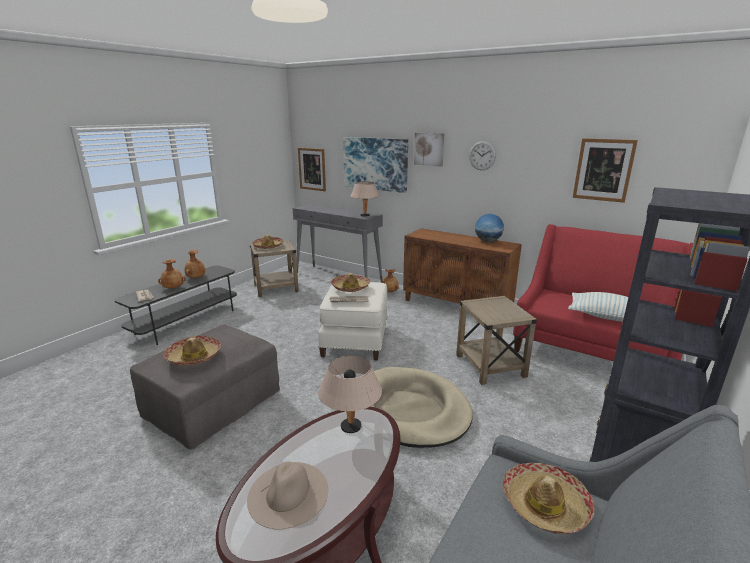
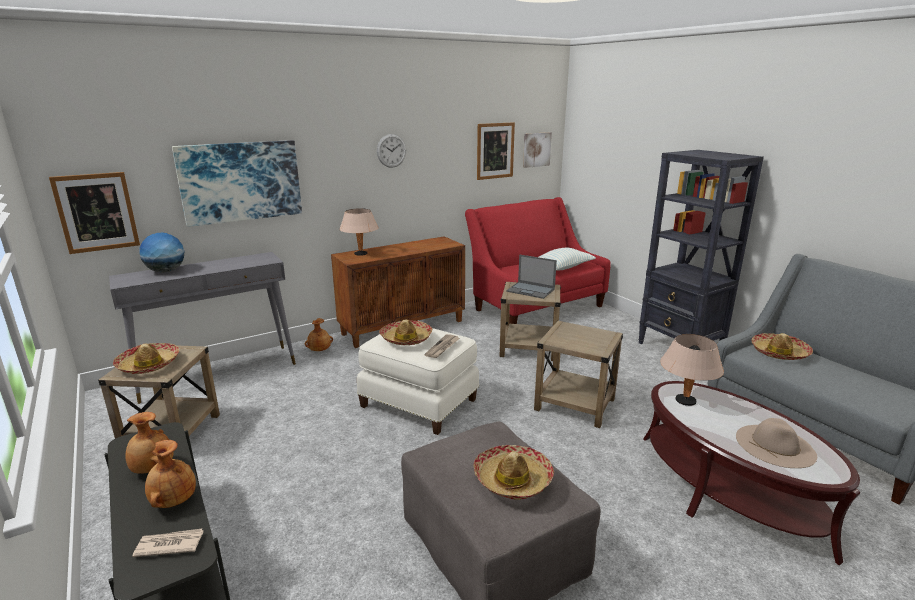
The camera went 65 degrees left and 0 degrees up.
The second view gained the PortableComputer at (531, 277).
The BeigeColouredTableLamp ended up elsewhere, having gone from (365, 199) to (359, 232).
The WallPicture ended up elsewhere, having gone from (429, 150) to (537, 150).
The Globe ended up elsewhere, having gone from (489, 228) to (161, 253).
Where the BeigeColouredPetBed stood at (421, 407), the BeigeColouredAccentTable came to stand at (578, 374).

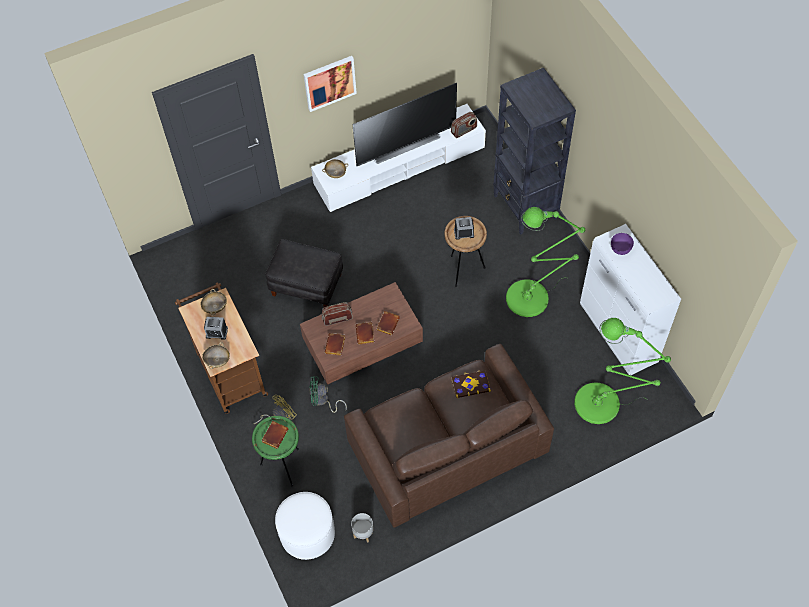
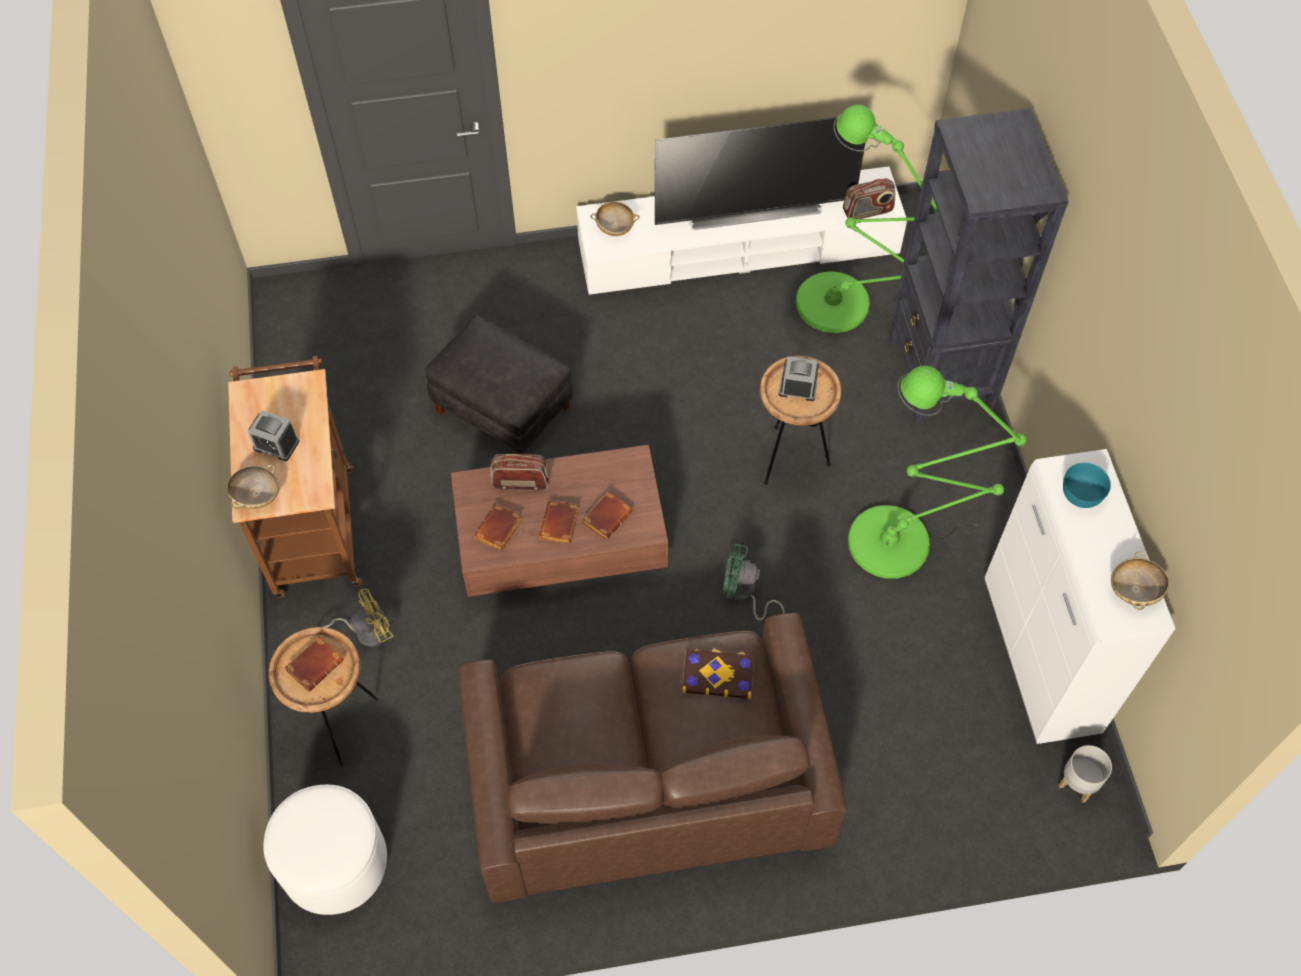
The camera went 15 degrees right and 0 degrees up.
The second view lost the WallPicture at (330, 84).
The BeigeColouredBowl ended up elsewhere, having gone from (214, 302) to (1140, 580).
The GreenElectricFan ended up elsewhere, having gone from (328, 394) to (753, 582).
The GreyPlantPot ended up elsewhere, having gone from (362, 528) to (1085, 774).
The GreenFloorLamp ended up elsewhere, having gone from (622, 371) to (867, 219).
What was the GreenAccentTable at (275, 451) turned into the BrownColouredAccentTable at (323, 696).
What was the PurpleColouredBowl at (622, 244) turned into the TurquoiseColouredBowl at (1087, 485).

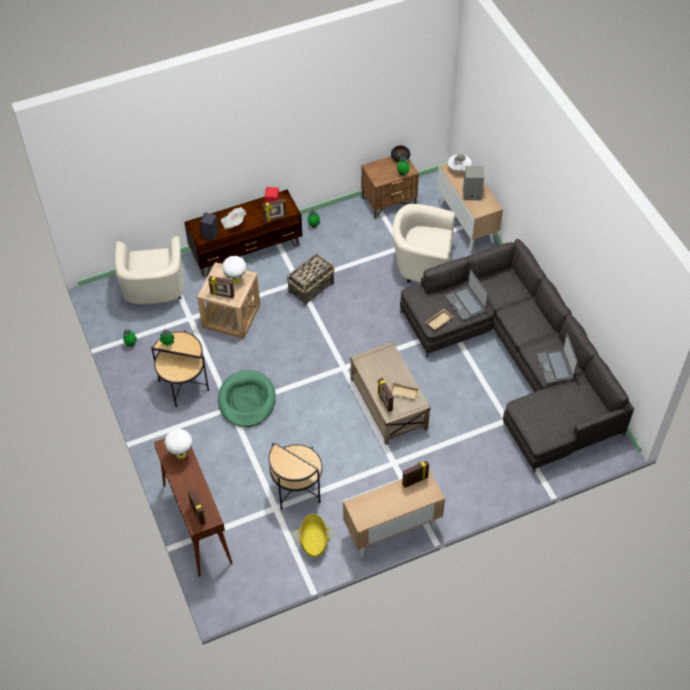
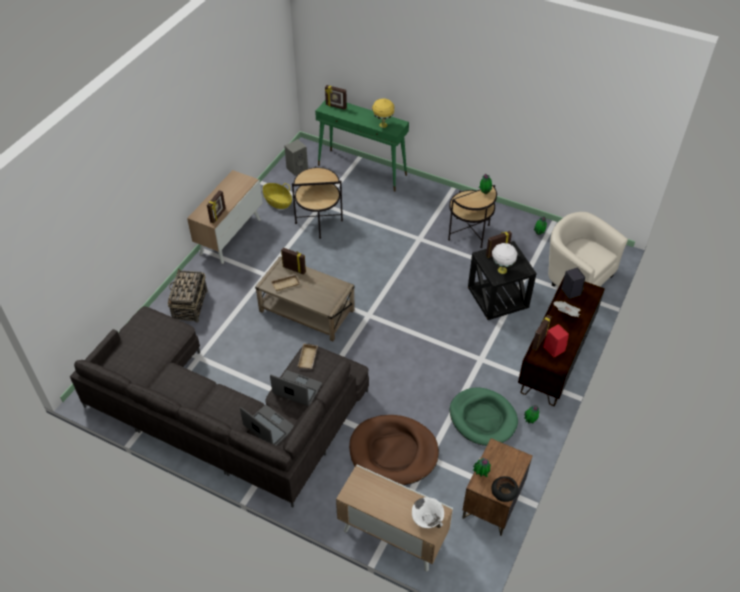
The camera went 140 degrees right and 5 degrees down.
The GreenPetBed ended up elsewhere, having gone from (247, 398) to (484, 417).
The Basket ended up elsewhere, having gone from (311, 279) to (188, 295).
The GreySpeaker ended up elsewhere, having gone from (473, 183) to (296, 157).
The PortableComputer ended up elsewhere, having gone from (557, 359) to (267, 425).
Where the BeigeColouredArmchair stood at (424, 243), the BrownColouredPetBed came to stand at (394, 450).
What was the BrownColouredNarrowTable at (193, 507) turned into the GreenNarrowTable at (362, 146).
What was the WhitishTableLamp at (178, 444) turned into the YellowTableLamp at (383, 113).
What was the BeigeColouredAccentTable at (228, 300) turned into the BlackishAccentTable at (502, 280).

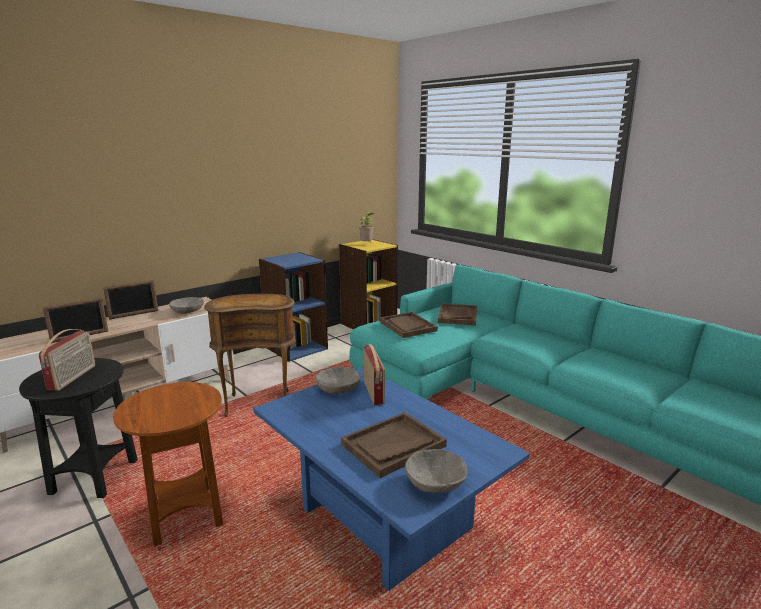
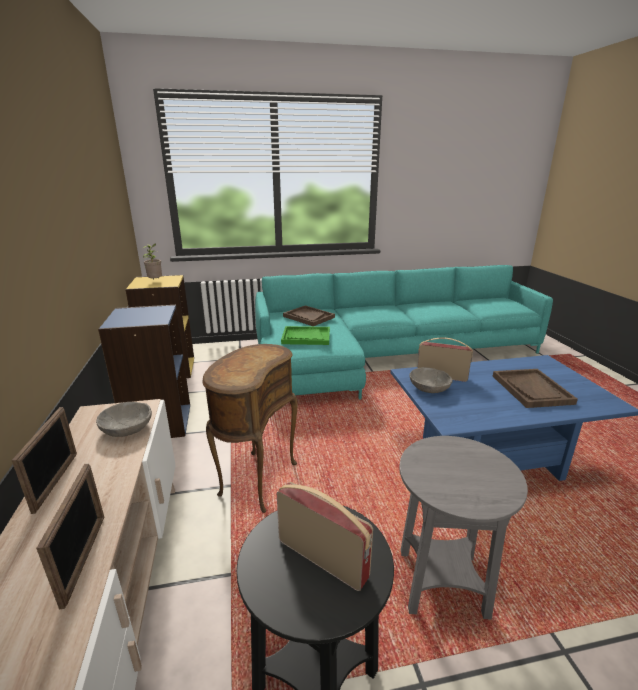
The camera went 60 degrees left and 5 degrees up.
The second view lost the GreyBowl at (436, 471).
What was the BrownColouredAccentTable at (168, 464) turned into the GreyAccentTable at (463, 527).
What was the BrownColouredServingTray at (409, 325) turned into the GreenServingTray at (305, 335).

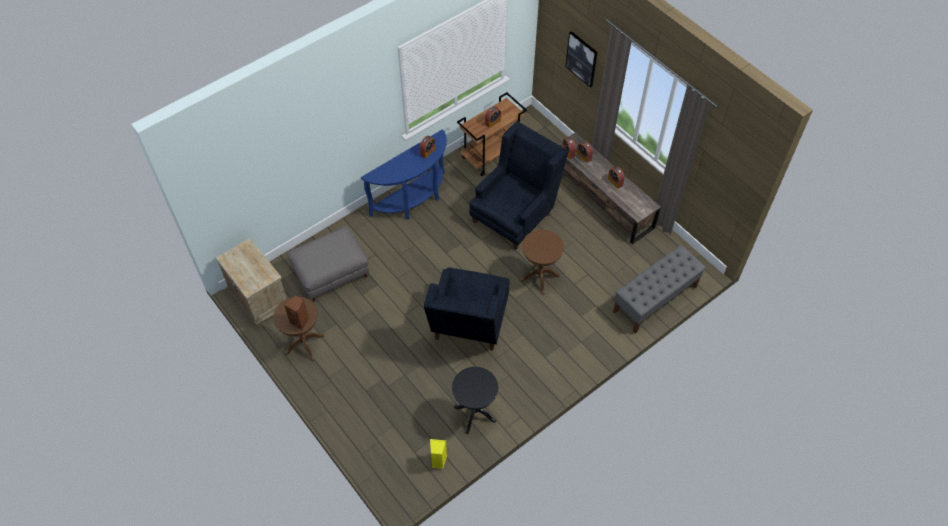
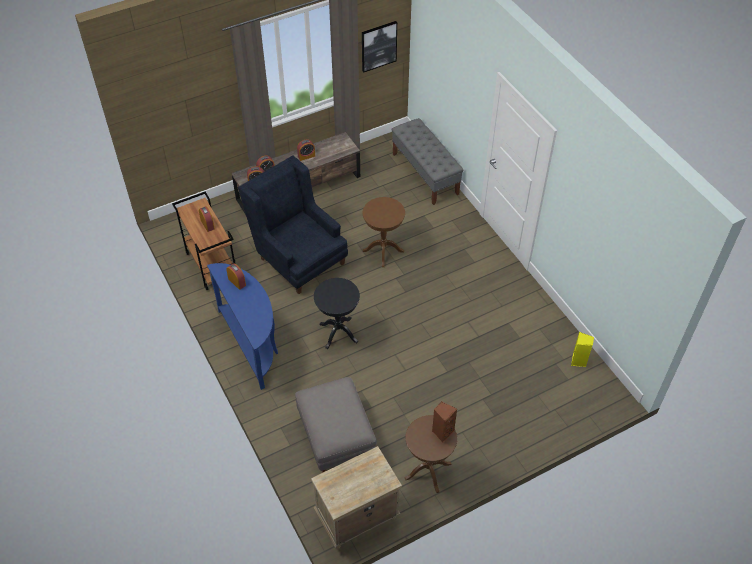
The camera went 80 degrees left and 5 degrees down.
The second view lost the BluishArmchair at (466, 309).
The BlackishAccentTable ended up elsewhere, having gone from (475, 400) to (337, 313).
The WallPicture ended up elsewhere, having gone from (581, 59) to (379, 46).

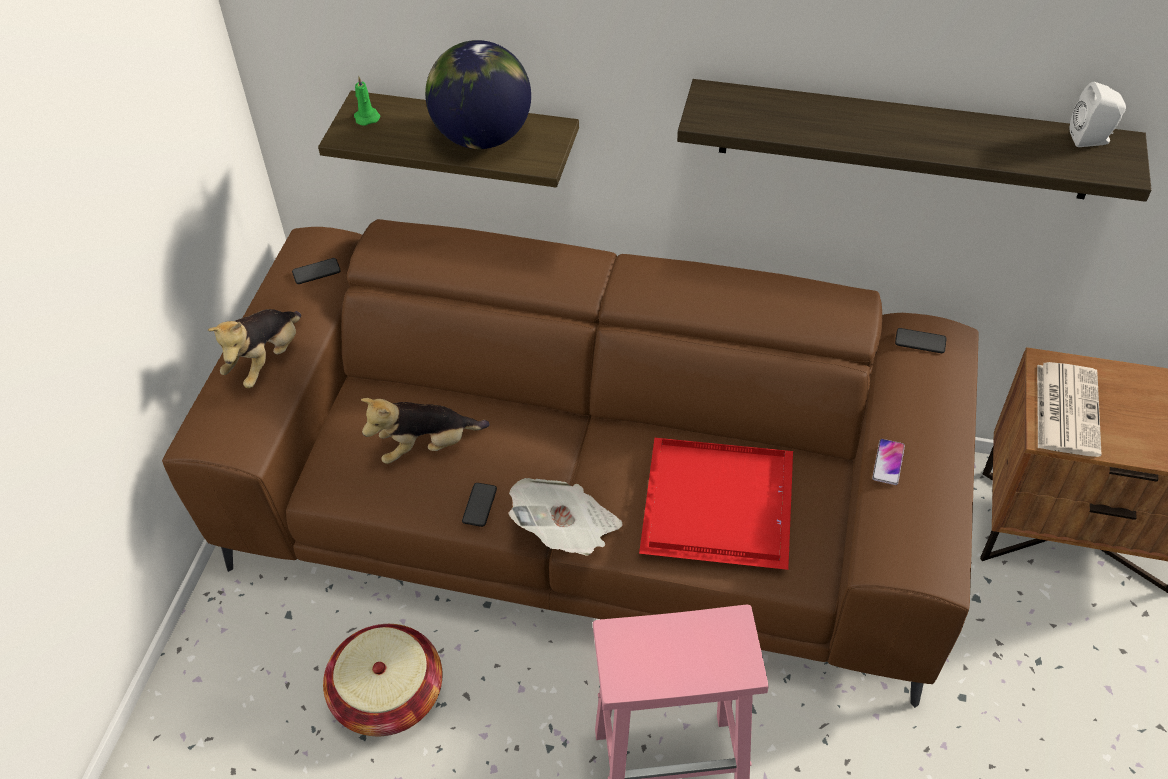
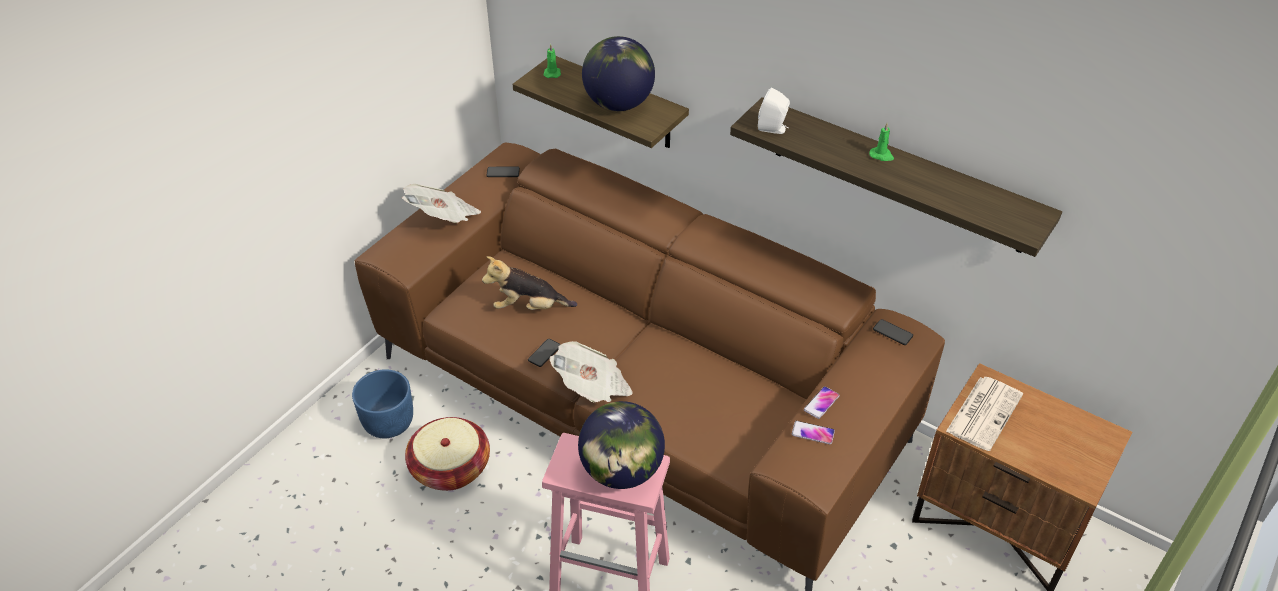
The camera went 20 degrees right and 5 degrees down.
The second view lost the RedServingTray at (716, 504).
The second view gained the BluishPlantPot at (382, 403).
The second view gained the Globe at (621, 445).
The second view gained the Phone at (813, 432).
The second view gained the GreenCandle at (881, 142).
The WhitishSpeaker ended up elsewhere, having gone from (1098, 114) to (774, 110).
Where the SoftToy stood at (254, 348), the PrintedPaper came to stand at (441, 203).

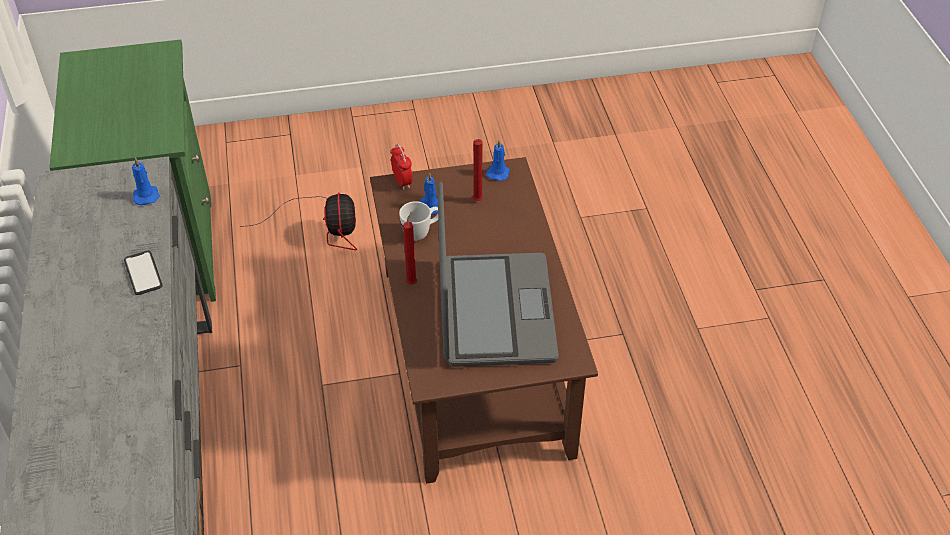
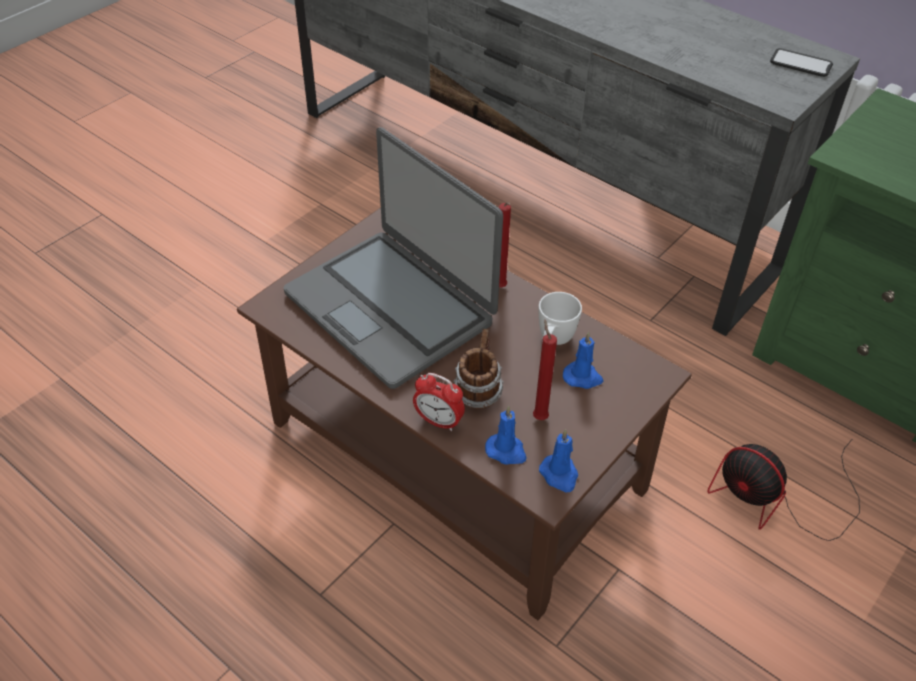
The camera went 140 degrees right and 0 degrees up.
The second view gained the Mug at (479, 369).
The Phone ended up elsewhere, having gone from (143, 273) to (801, 62).
The BluishCandle ended up elsewhere, having gone from (146, 181) to (505, 435).
The TableClock ended up elsewhere, having gone from (402, 167) to (439, 402).

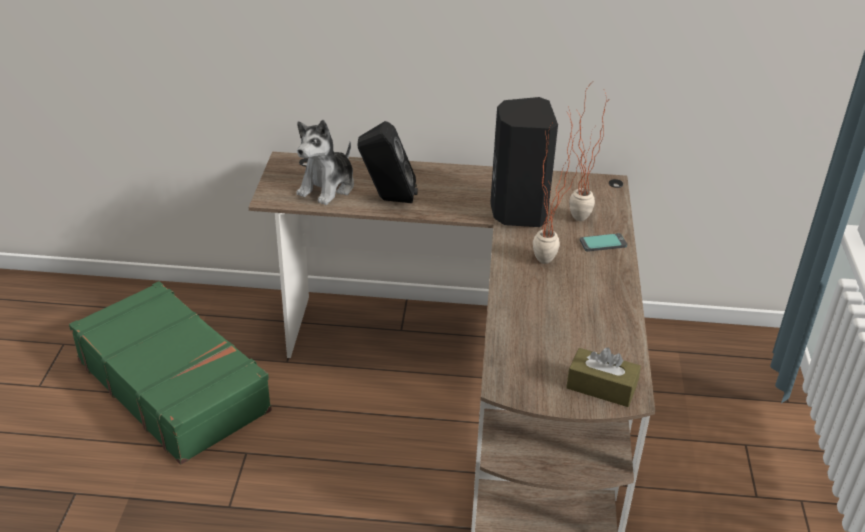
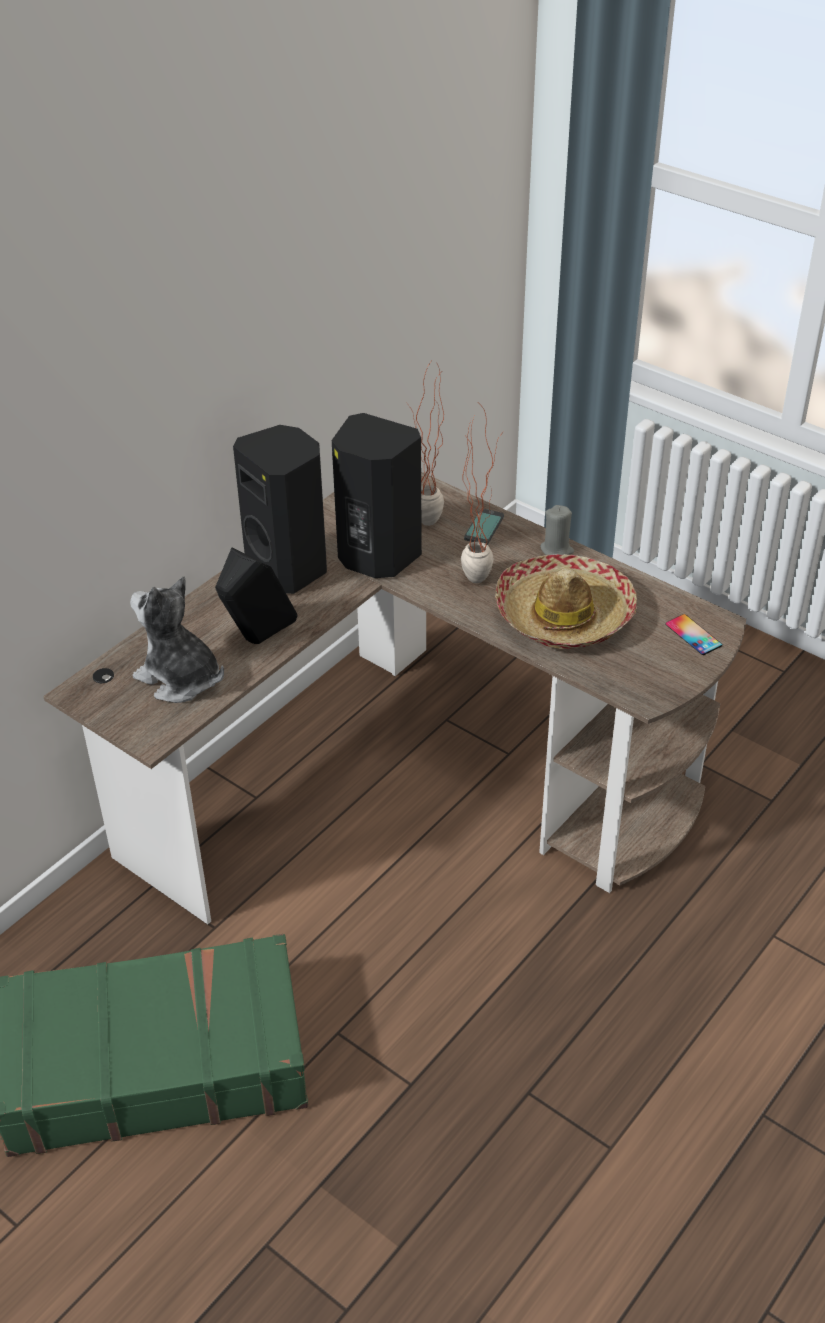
The camera went 55 degrees left and 5 degrees up.
The second view gained the BlackishSpeaker at (280, 509).
The second view gained the ClothingHat at (566, 601).
The second view gained the GreyCandle at (557, 530).
Where the BrownColouredBoxOfTissues stood at (603, 377), the Phone came to stand at (693, 634).
The SoftToy at (325, 162) ended up facing another way, 150 degrees clockwise from before.

